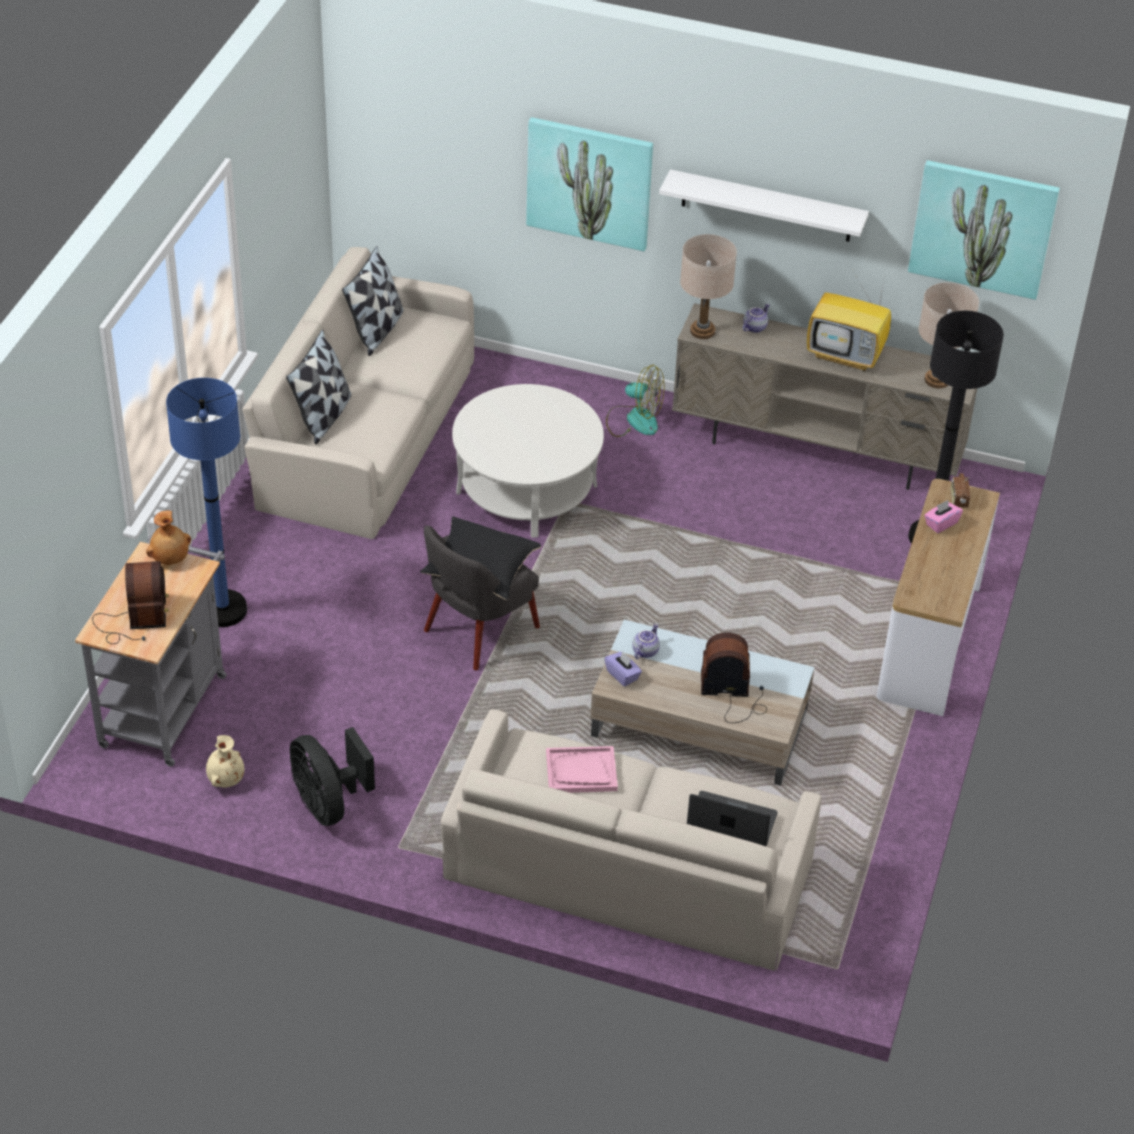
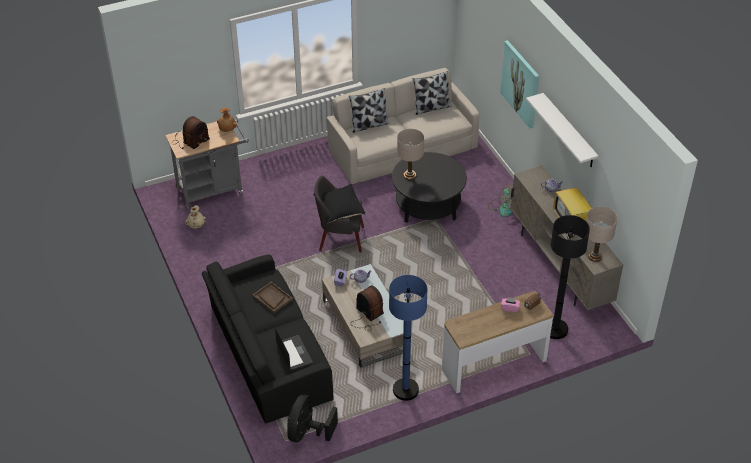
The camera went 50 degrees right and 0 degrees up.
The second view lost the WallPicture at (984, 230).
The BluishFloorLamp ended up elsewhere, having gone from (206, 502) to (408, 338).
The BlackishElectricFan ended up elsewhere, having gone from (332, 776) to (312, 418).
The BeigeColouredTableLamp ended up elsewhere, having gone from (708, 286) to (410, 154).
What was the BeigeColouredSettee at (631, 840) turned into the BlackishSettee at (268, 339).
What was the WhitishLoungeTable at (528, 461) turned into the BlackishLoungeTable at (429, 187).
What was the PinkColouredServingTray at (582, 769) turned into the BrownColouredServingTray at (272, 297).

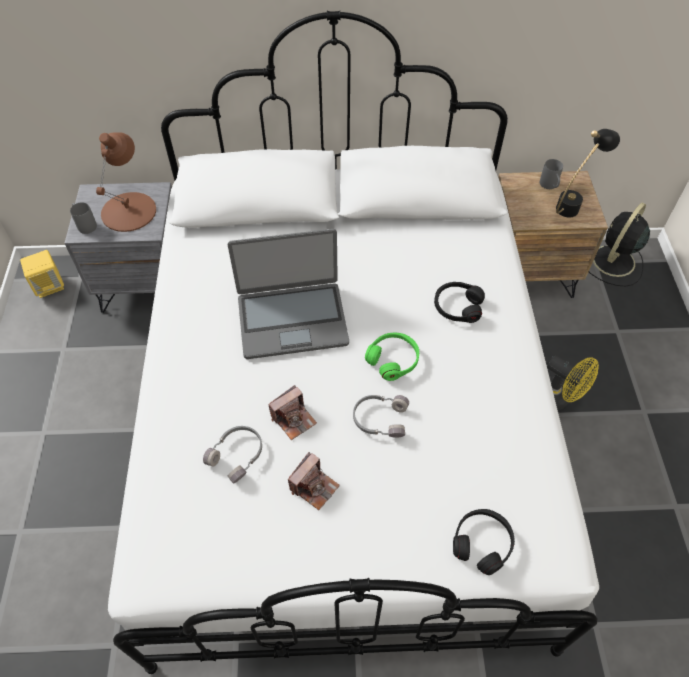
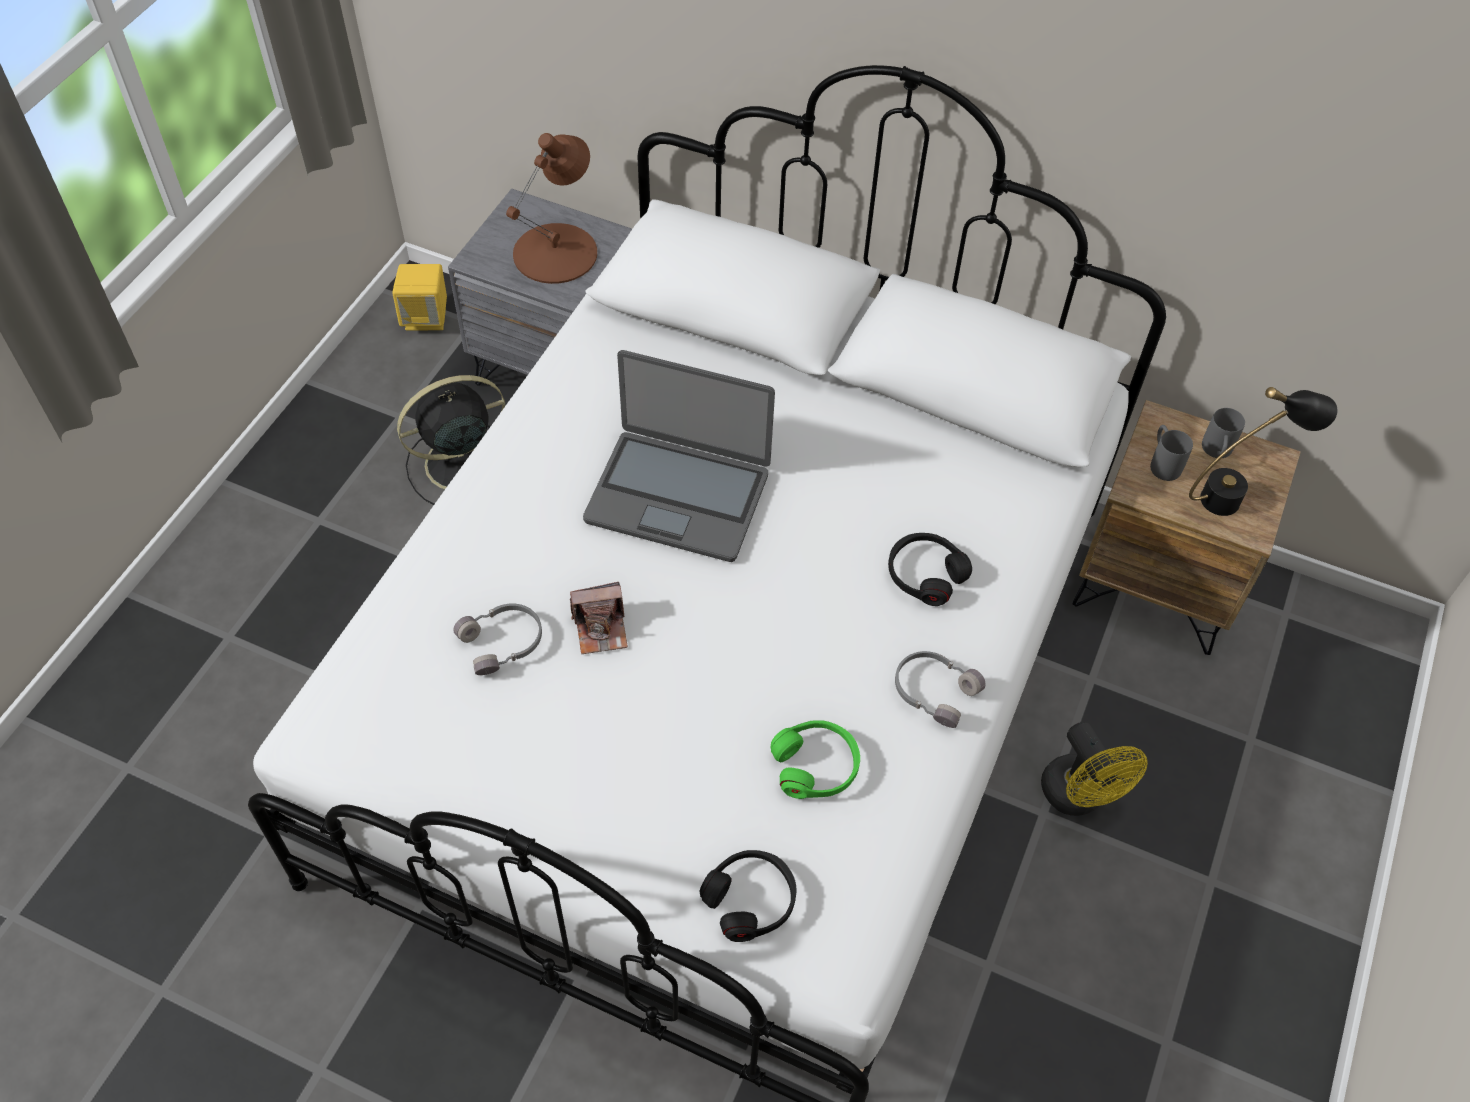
The camera went 25 degrees right and 0 degrees up.
The second view lost the StillCamera at (314, 481).
The GreyMug ended up elsewhere, having gone from (83, 218) to (1171, 453).
The GreyHeadset ended up elsewhere, having gone from (381, 416) to (940, 689).
The GreenHeadset ended up elsewhere, having gone from (392, 357) to (815, 759).
The BlackishElectricFan ended up elsewhere, having gone from (619, 244) to (451, 440).

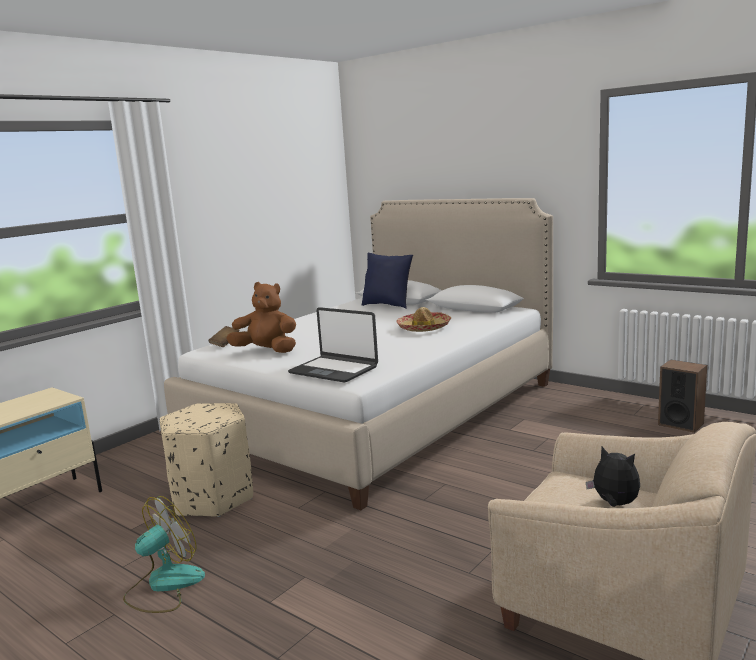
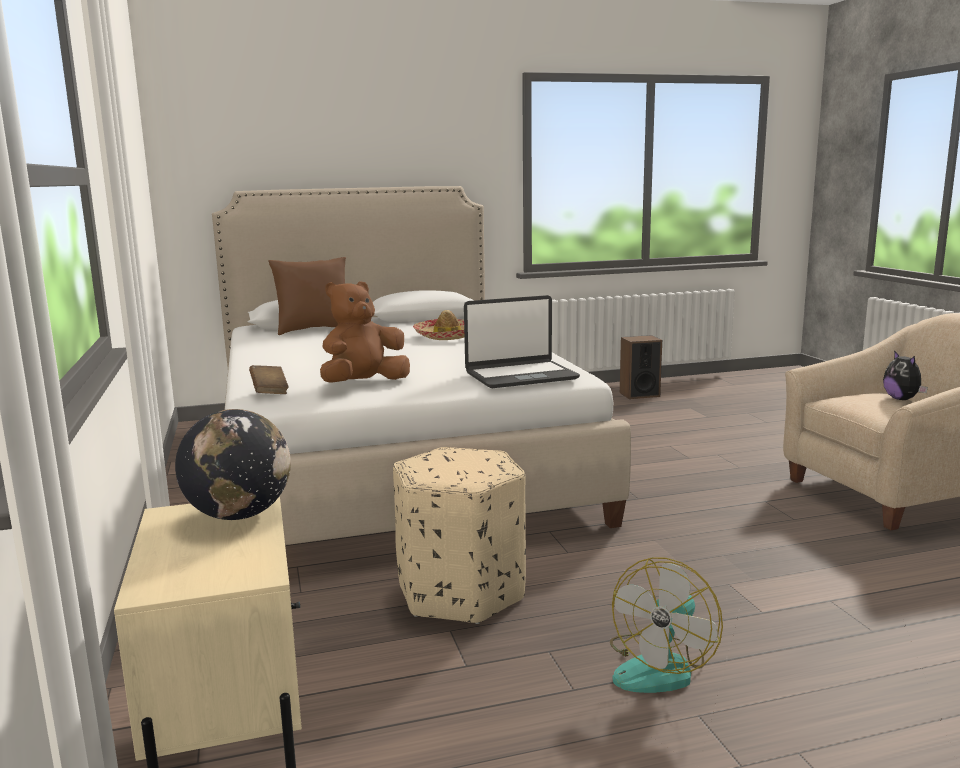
The camera went 55 degrees left and 0 degrees up.
The second view gained the Globe at (233, 464).
What was the BluishThrowPillow at (387, 281) turned into the BrownColouredThrowPillow at (307, 296).
The ElectricFan at (164, 554) ended up facing another way, 135 degrees counterclockwise from before.
The SoftToy at (613, 477) ended up facing another way, 90 degrees counterclockwise from before.

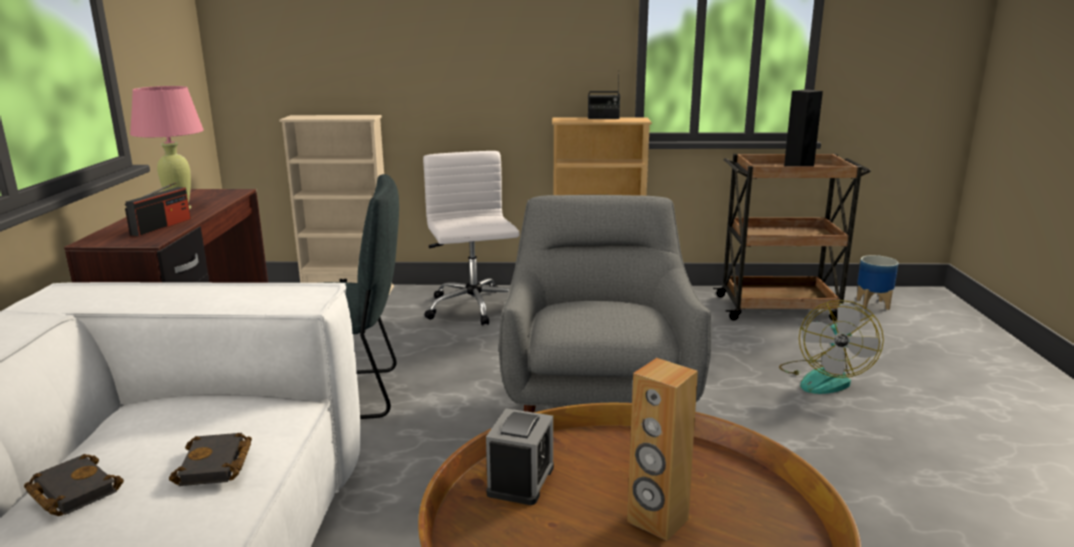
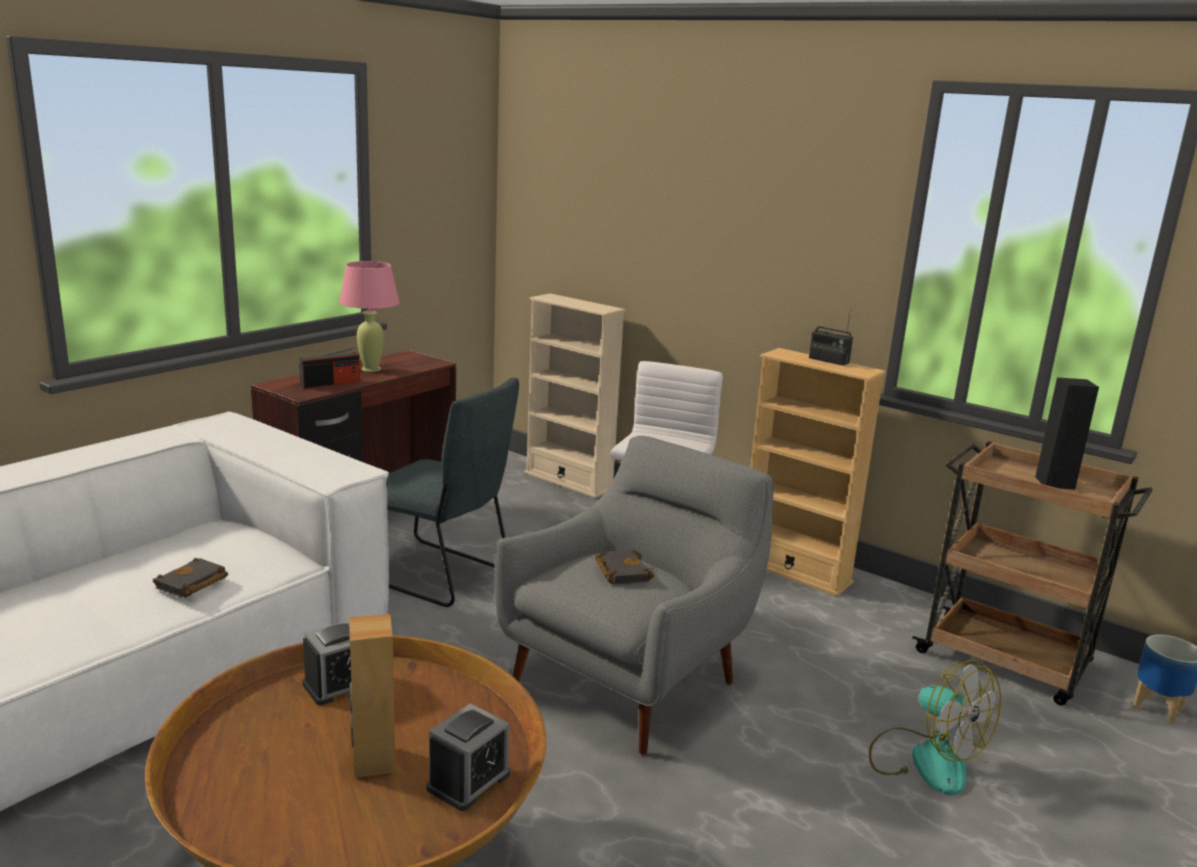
The camera went 35 degrees right and 0 degrees up.
The second view gained the TableClock at (468, 757).
The BlackishBoundBook ended up elsewhere, having gone from (74, 485) to (624, 567).
The ElectricFan at (831, 347) ended up facing another way, 90 degrees counterclockwise from before.

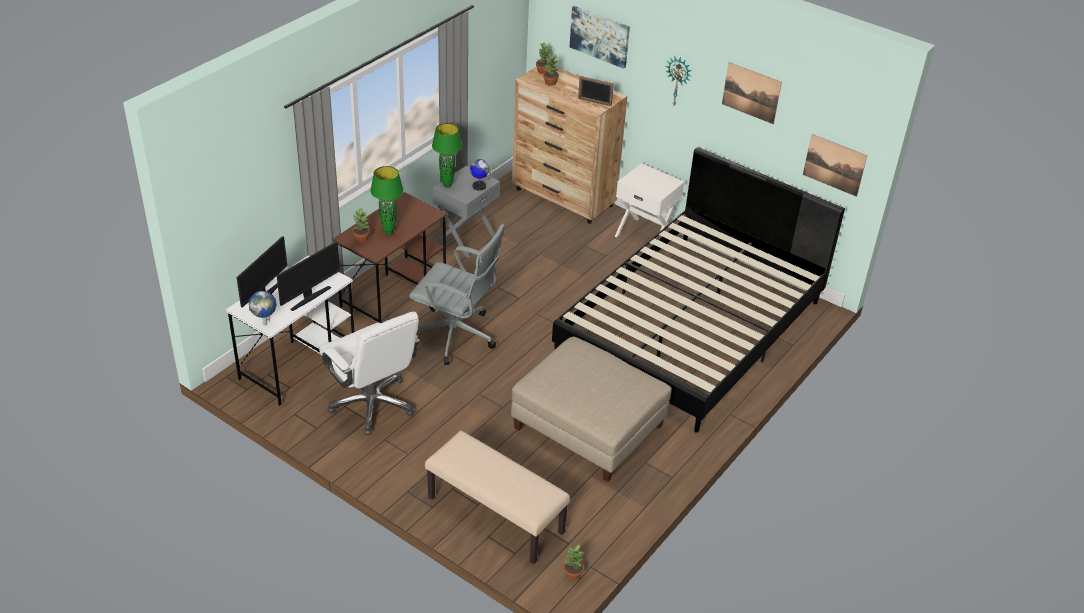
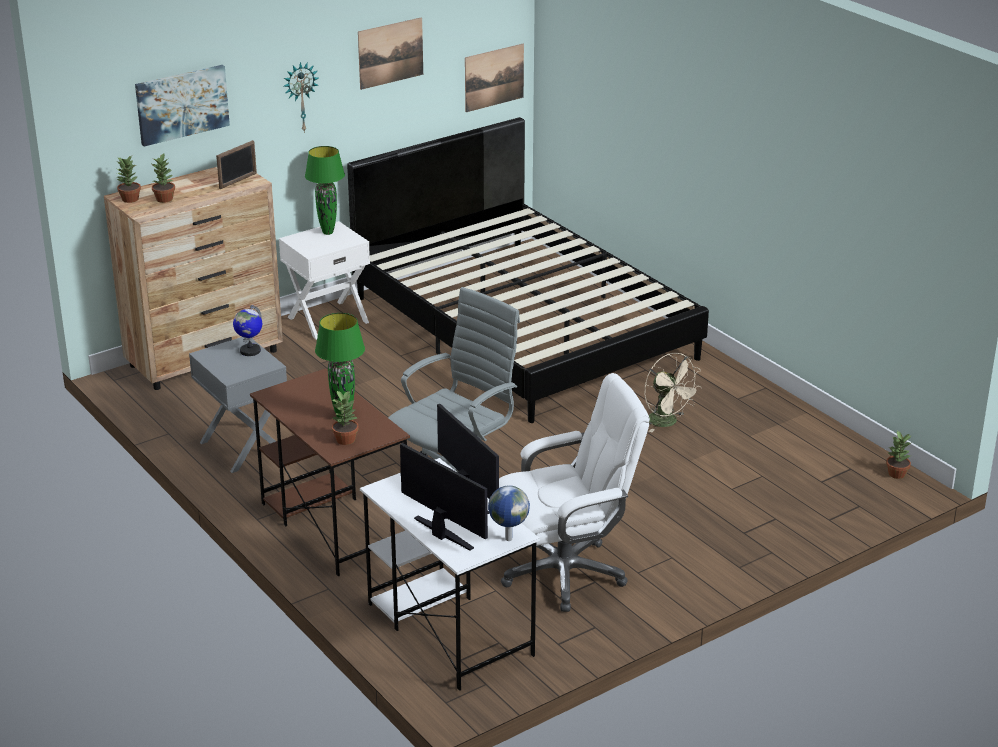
The camera went 70 degrees left and 10 degrees down.
The second view lost the BeigeColouredBench at (497, 497).
The GreenTableLamp ended up elsewhere, having gone from (447, 155) to (325, 190).
Where the BeigeColouredFootrest stood at (591, 409), the BeigeColouredElectricFan came to stand at (673, 392).

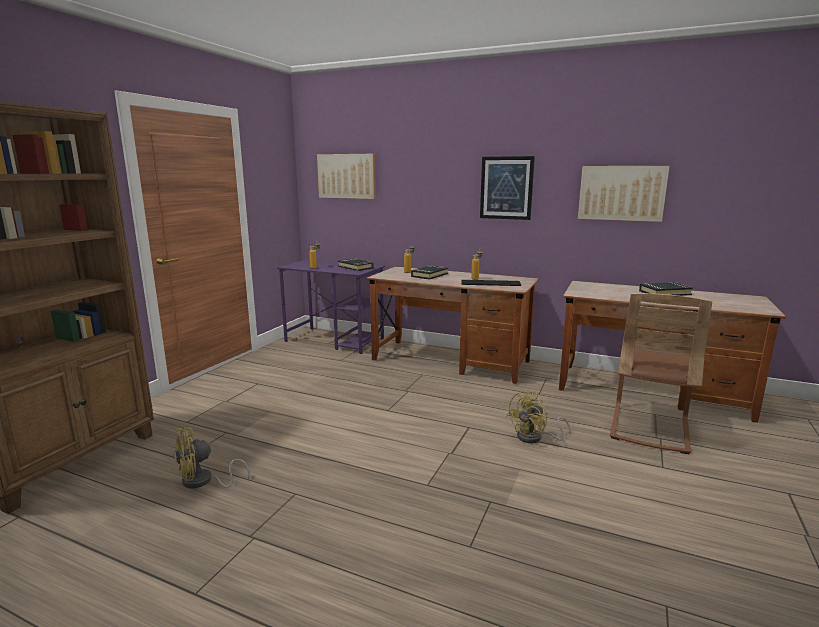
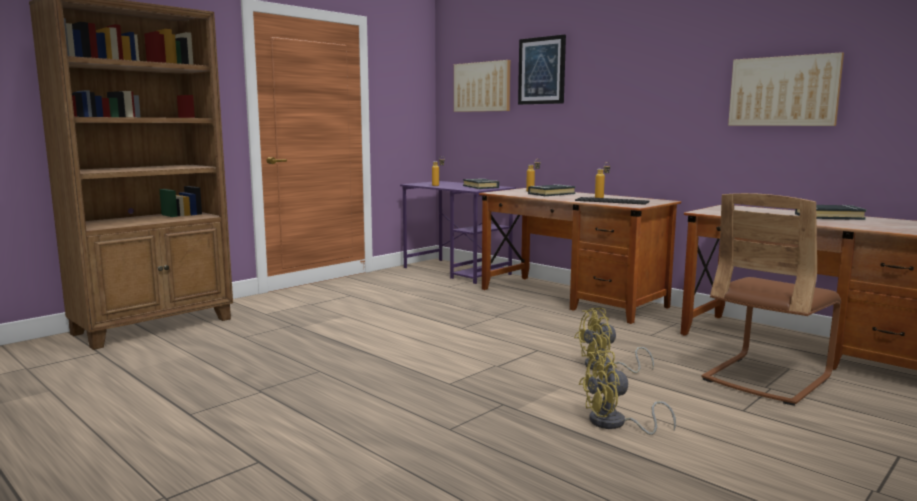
The camera went 20 degrees right and 5 degrees down.
The YellowElectricFan ended up elsewhere, having gone from (212, 458) to (627, 392).
The WallPicture ended up elsewhere, having gone from (507, 188) to (542, 70).

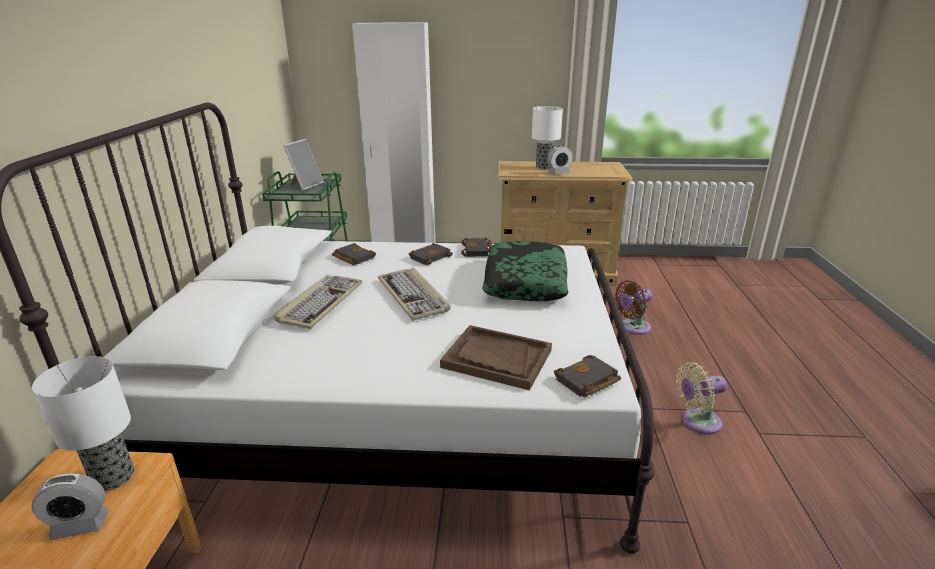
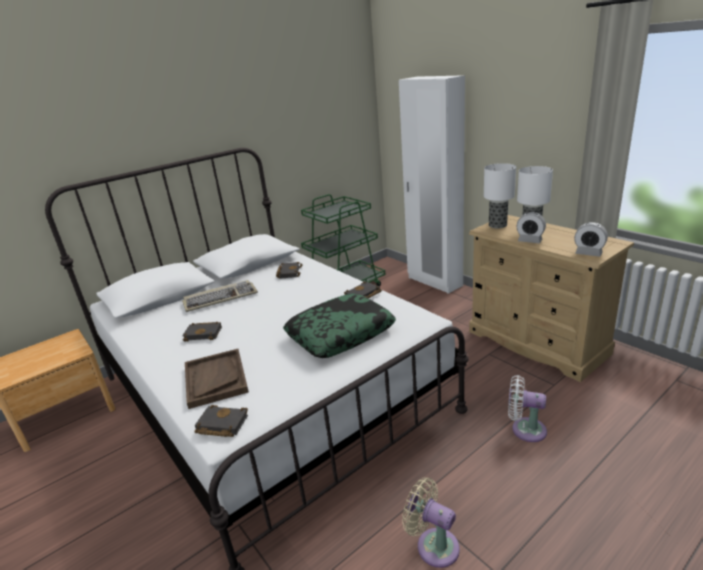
The camera went 50 degrees right and 0 degrees up.
The second view lost the PictureFrame at (303, 165).
The second view lost the Keyboard at (414, 294).
The TableClock ended up elsewhere, having gone from (70, 506) to (591, 239).
The TableLamp ended up elsewhere, having gone from (83, 423) to (500, 195).
The BlackishBoundBook ended up elsewhere, having gone from (431, 254) to (202, 332).
What was the BrownColouredElectricFan at (633, 307) turned into the WhitishElectricFan at (527, 408).

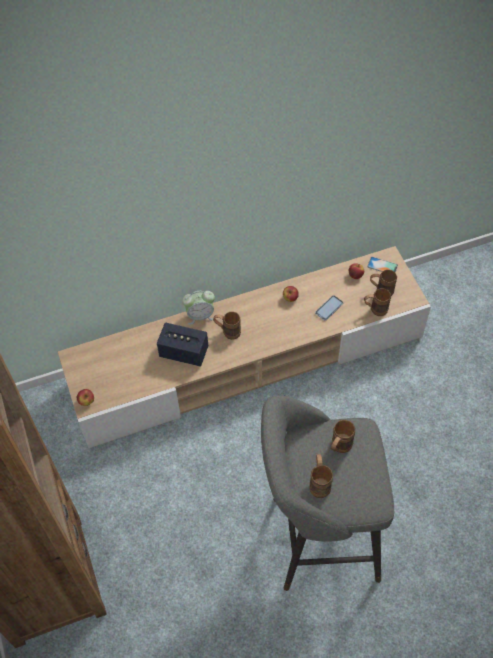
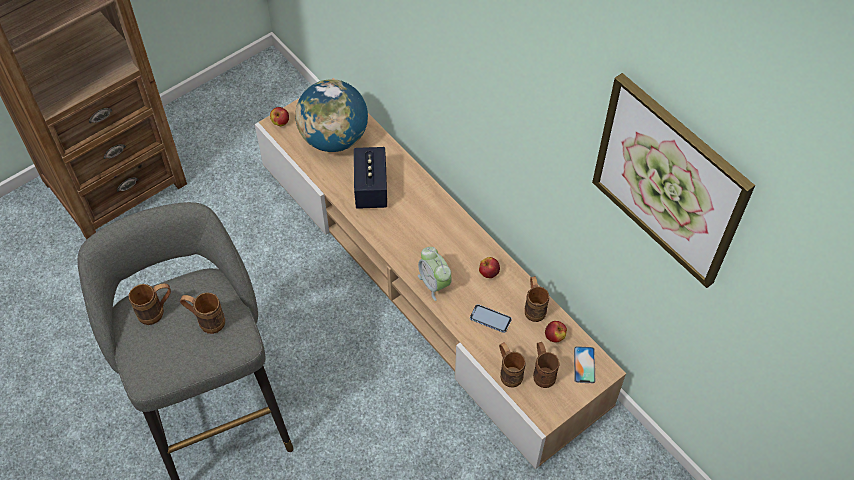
The camera went 70 degrees right and 0 degrees up.
The second view gained the Globe at (331, 115).
The second view gained the WallPicture at (673, 180).
The TableClock ended up elsewhere, having gone from (198, 308) to (435, 274).
The BrownColouredMug ended up elsewhere, having gone from (227, 326) to (537, 299).

